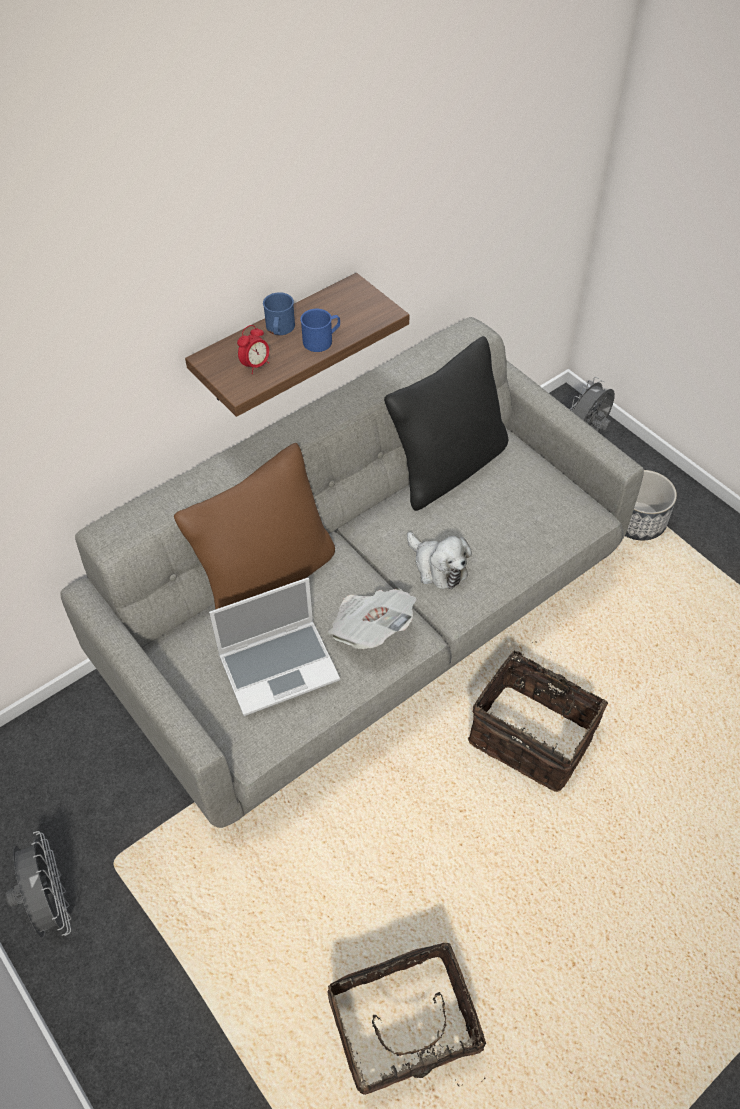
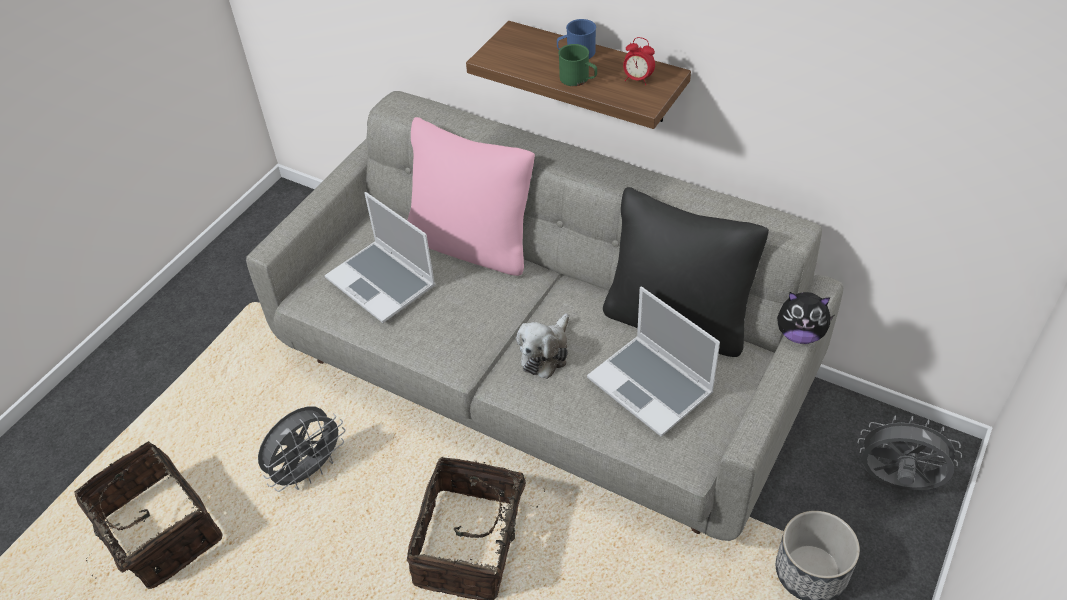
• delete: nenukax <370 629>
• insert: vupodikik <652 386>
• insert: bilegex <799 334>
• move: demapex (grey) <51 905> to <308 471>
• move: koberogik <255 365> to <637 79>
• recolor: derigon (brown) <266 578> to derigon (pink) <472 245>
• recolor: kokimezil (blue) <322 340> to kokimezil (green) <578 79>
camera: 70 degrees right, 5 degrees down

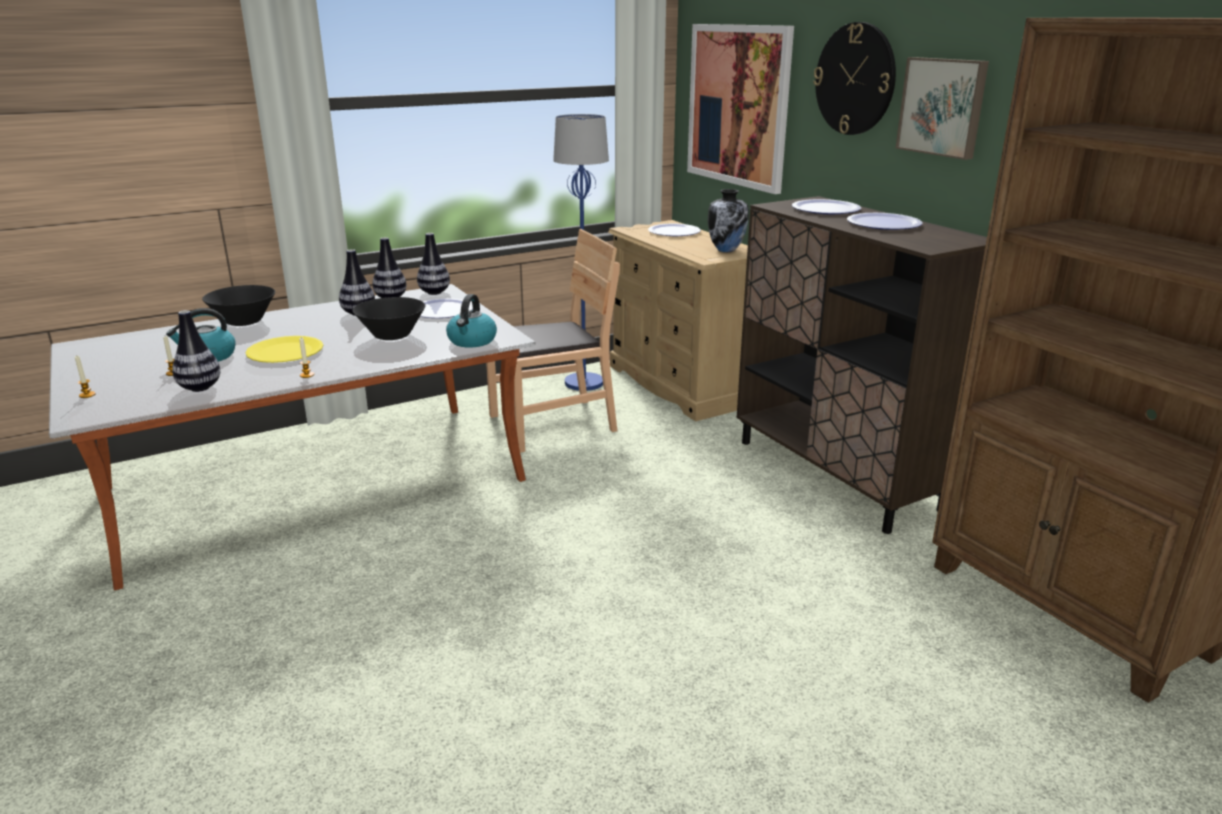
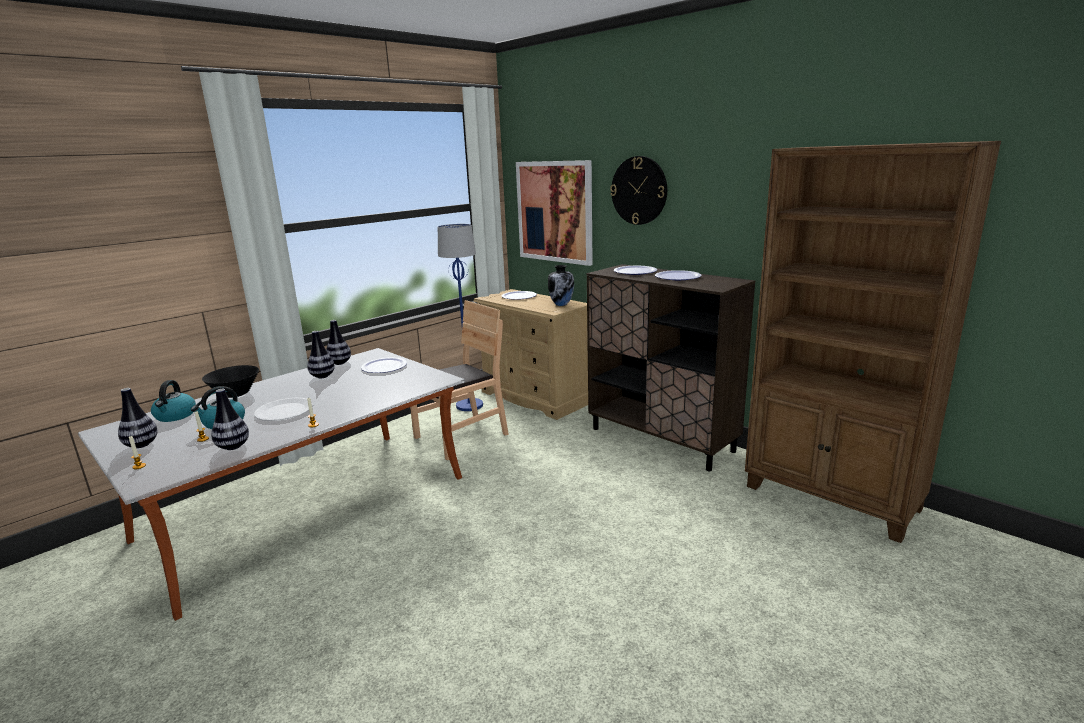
• delete: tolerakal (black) <392 335>
• delete: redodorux <943 107>
• move: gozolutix <434 292> to <141 445>
• move: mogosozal <472 341> to <175 416>
• recolor: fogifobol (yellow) <285 352> to fogifobol (white) <284 411>
camera: 15 degrees left, 5 degrees down

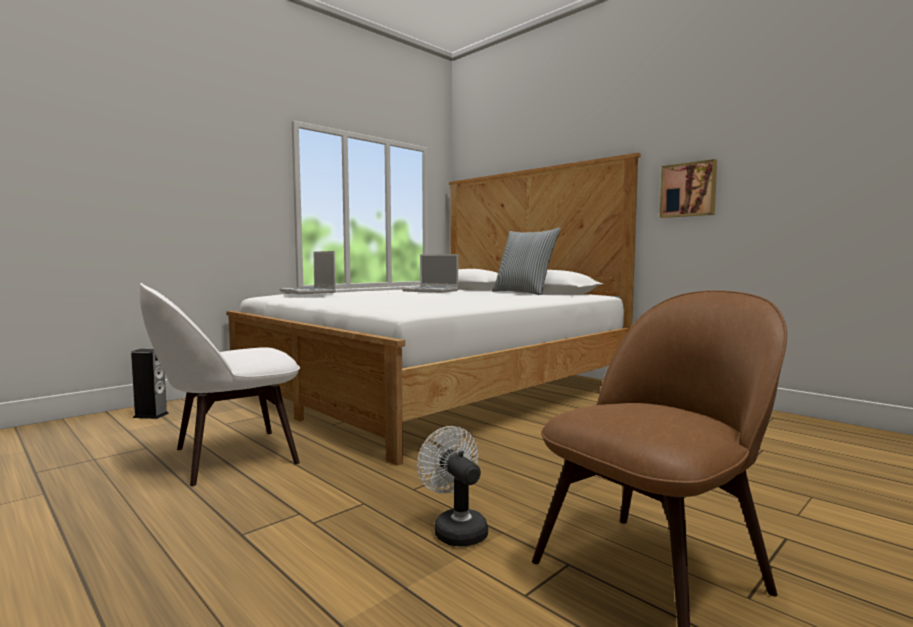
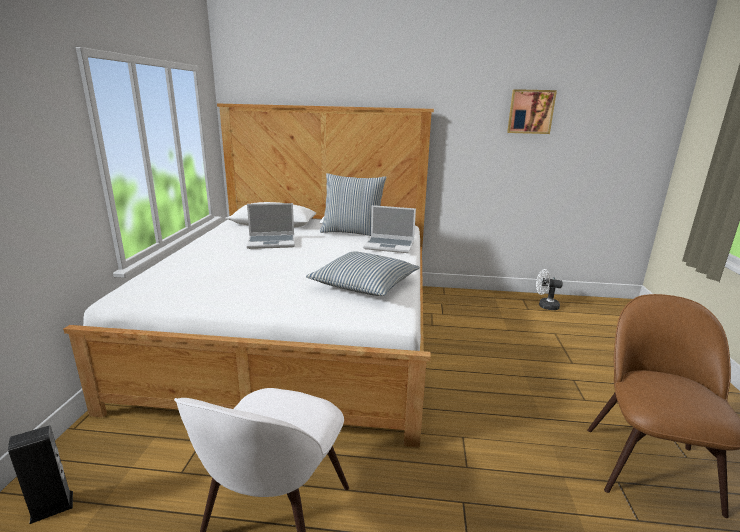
• insert: derigon <364 284>
• move: vupodikik <309 292> to <390 246>
• move: demapex (white) <455 529> to <545 305>
• move: redodorux <688 190> to <530 111>
camera: 40 degrees left, 15 degrees up

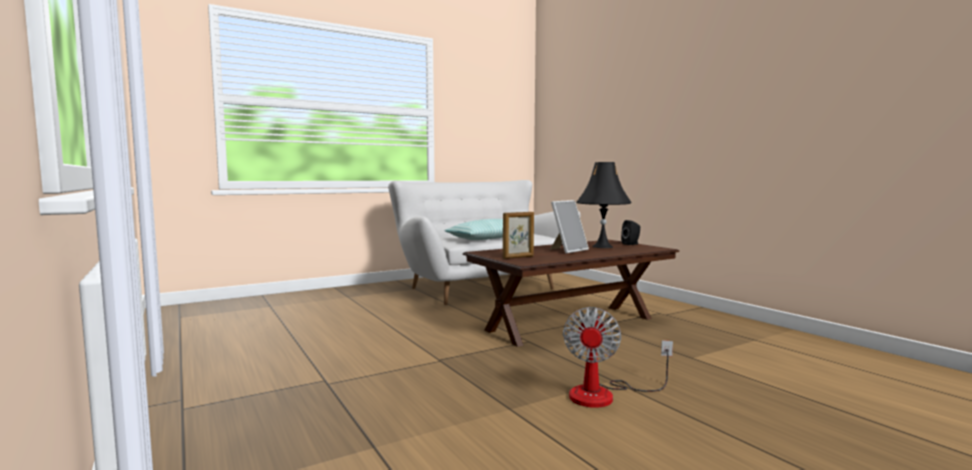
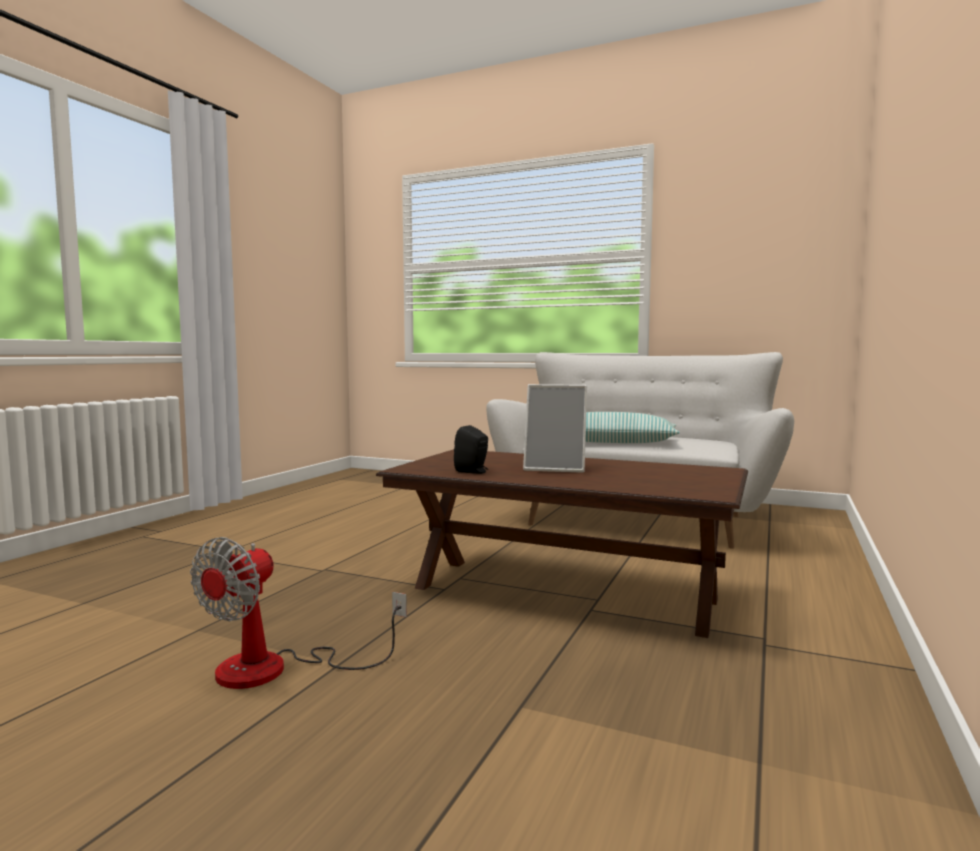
• delete: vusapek <518 257>
• delete: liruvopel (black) <602 246>
• move: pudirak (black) <631 244> to <473 471>
• rotate: demapex <605 395> = <277 669> 45 degrees counterclockwise
camera: 55 degrees right, 0 degrees up

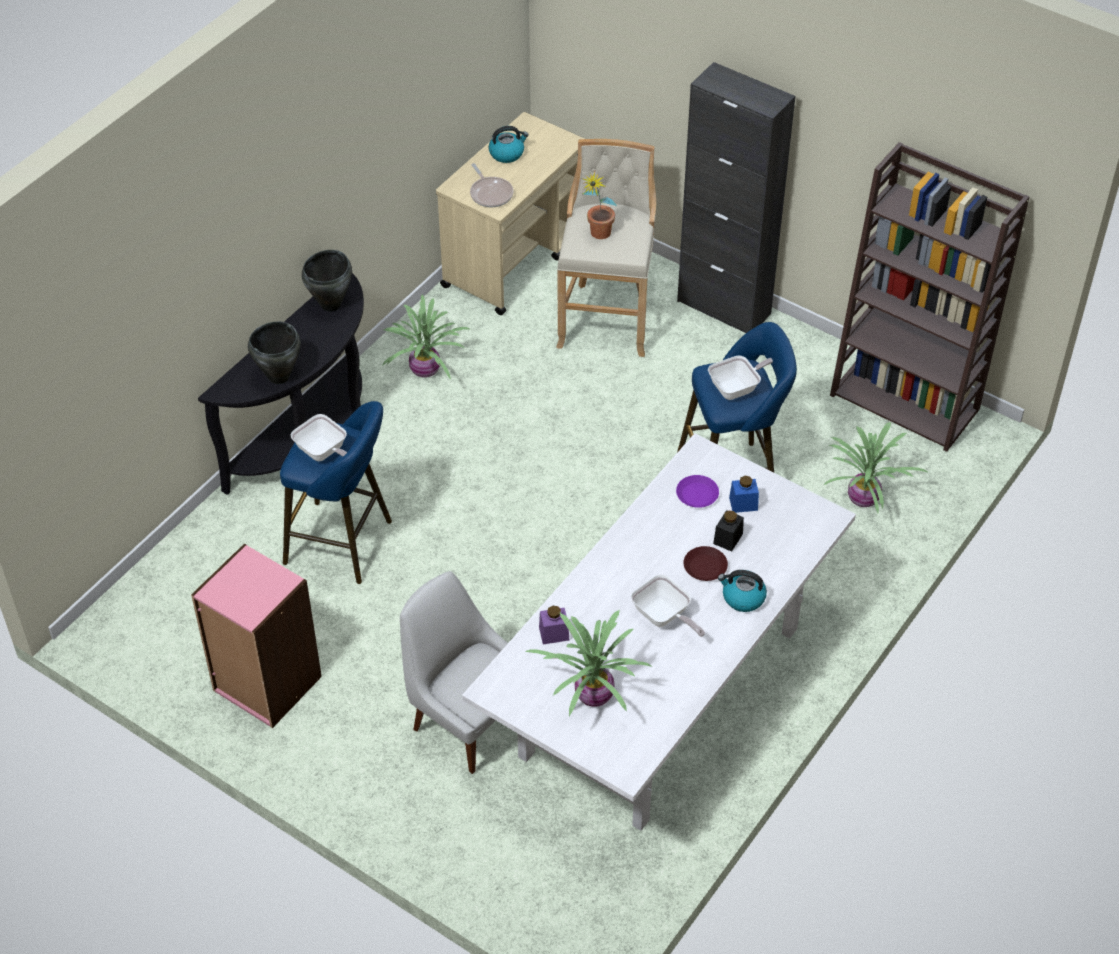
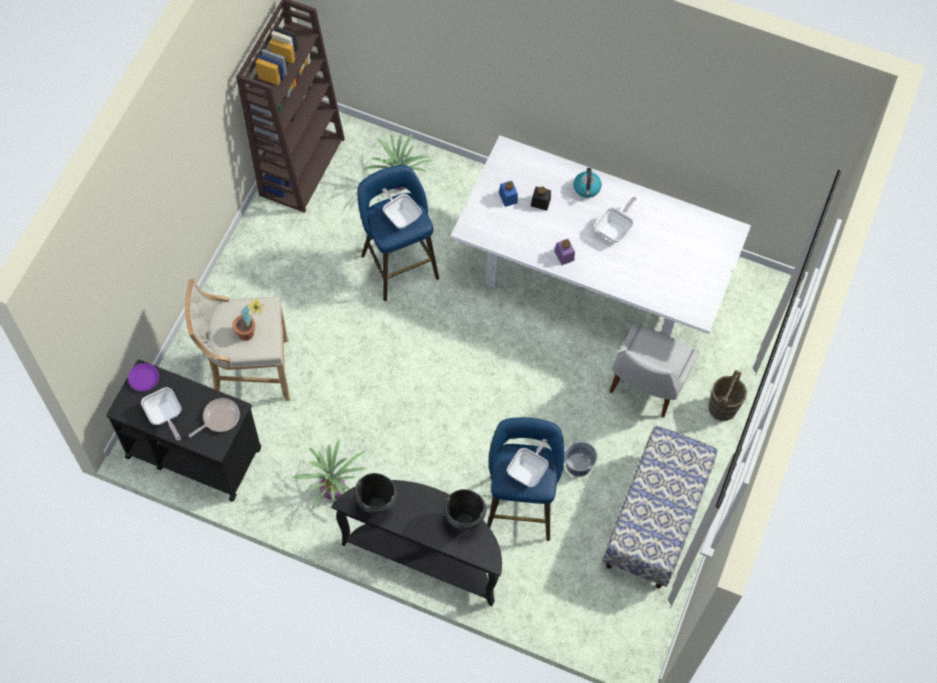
• delete: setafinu <592 694>
• delete: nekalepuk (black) <723 307>
• delete: fogifobol (brown) <704 567>
• insert: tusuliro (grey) <578 465>
• insert: tusuliro (brown) <722 408>
• move: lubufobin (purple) <554 634> to <564 256>
• move: fogifobol (purple) <697 495> to <144 378>
• replace: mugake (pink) <266 684> to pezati <655 520>
• replace: mogosozal <507 153> to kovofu <165 416>
• recolor: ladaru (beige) <514 260> to ladaru (black) <193 452>
camera: 105 degrees left, 15 degrees up

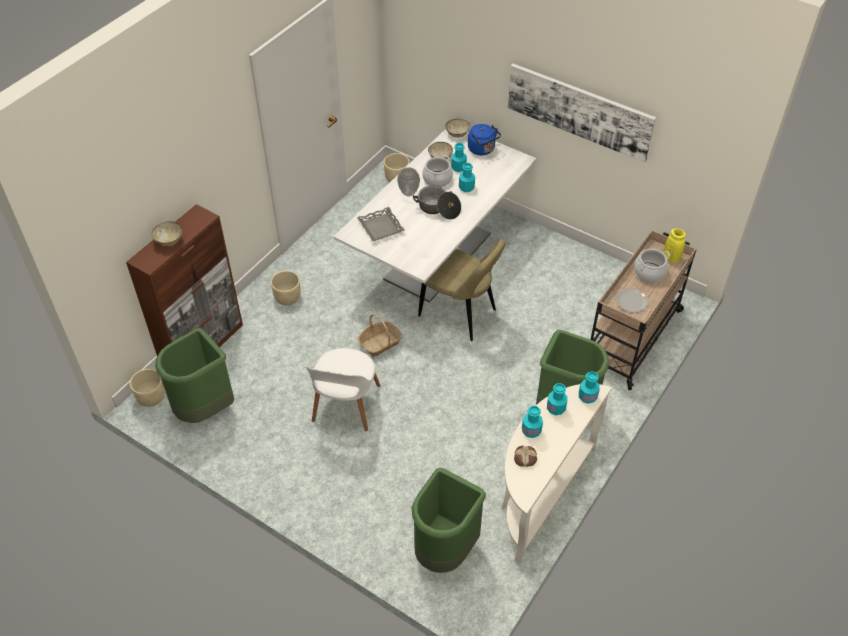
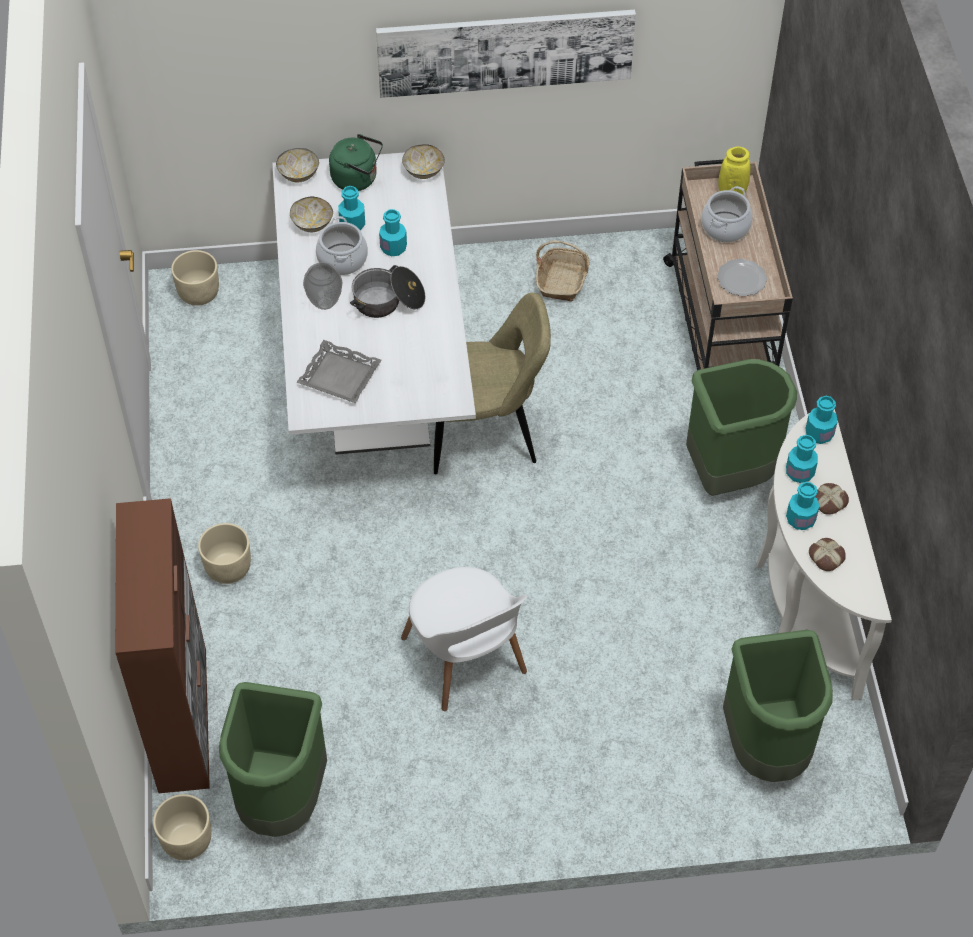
• insert: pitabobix <829 501>
• move: tolerakal <169 241> to <424 172>
• move: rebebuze <380 343> to <562 281>
• recolor: mogosozal (blue) <482 150> to mogosozal (green) <357 179>
camera: 40 degrees left, 5 degrees up

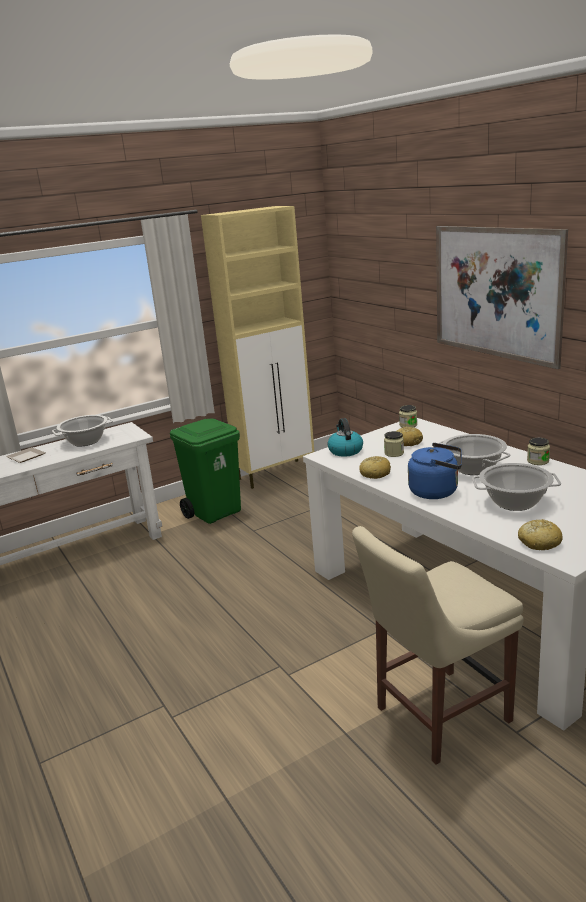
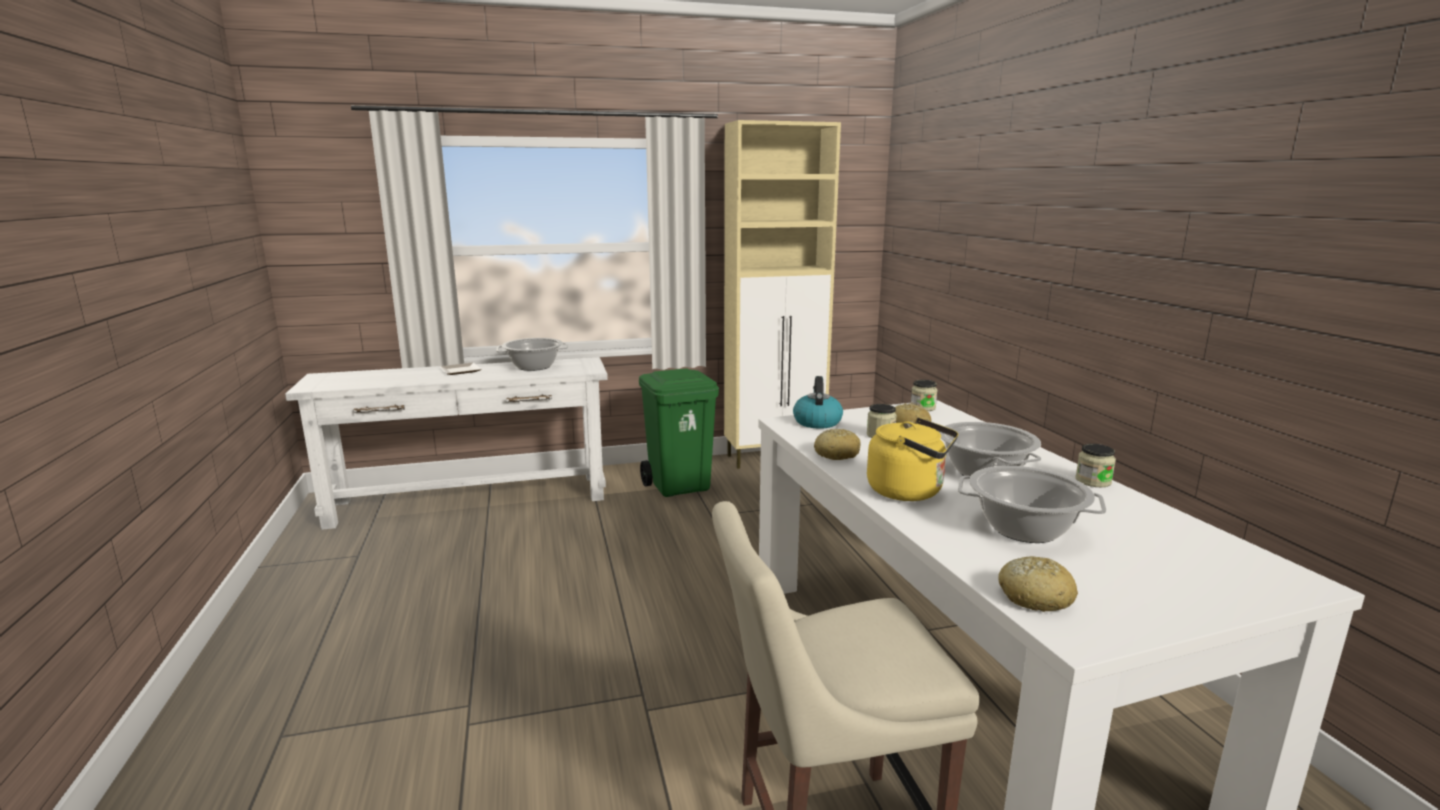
• delete: redodorux <495 292>
• recolor: mogosozal (blue) <437 491> to mogosozal (yellow) <909 491>
camera: 15 degrees right, 5 degrees down

